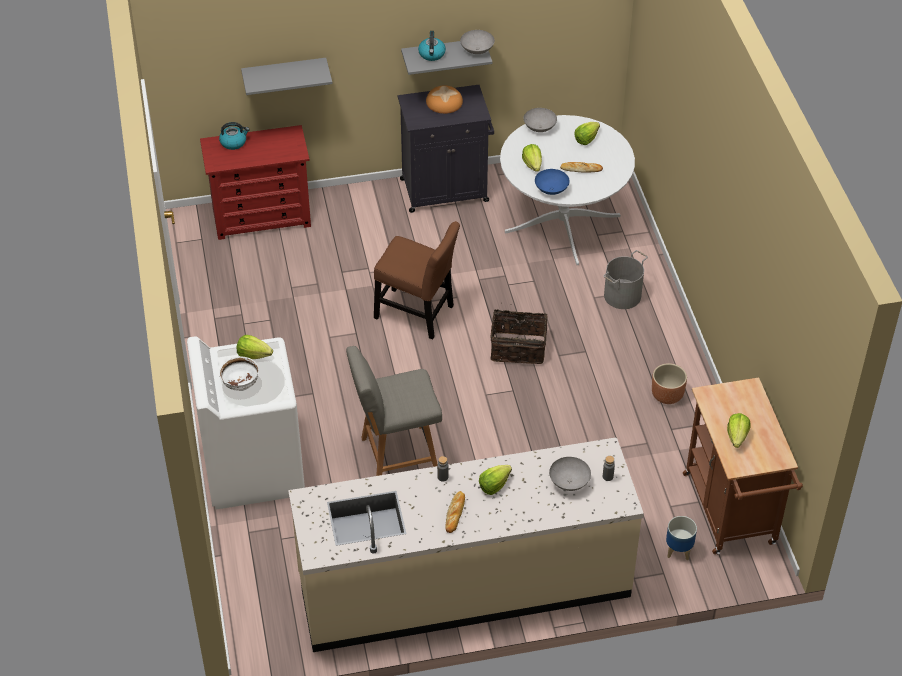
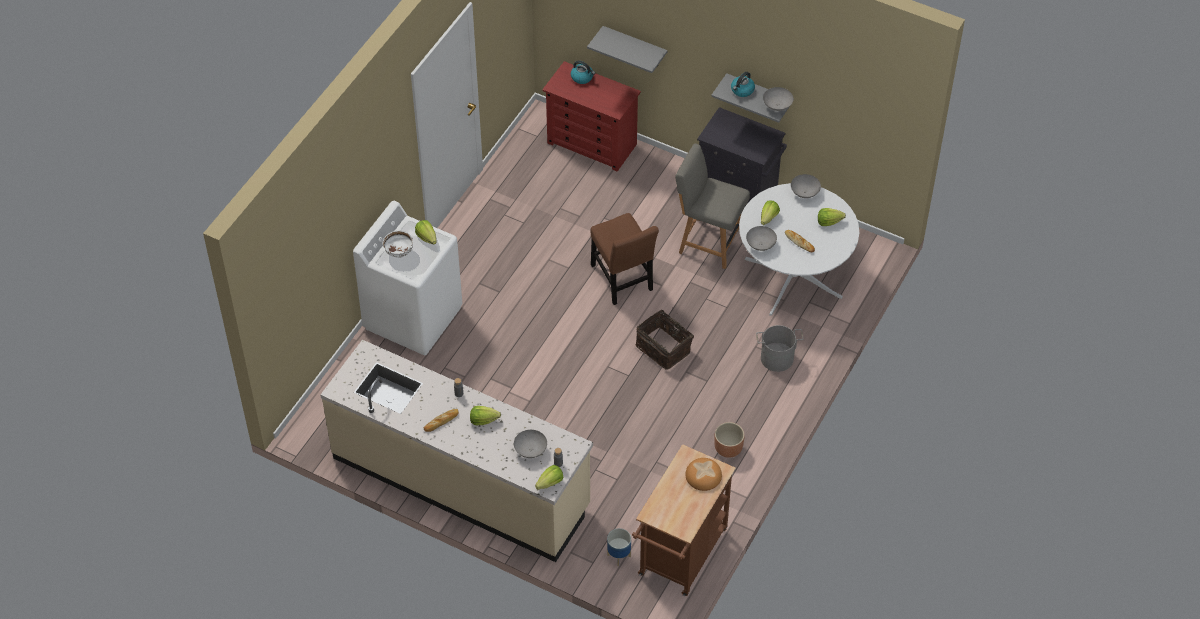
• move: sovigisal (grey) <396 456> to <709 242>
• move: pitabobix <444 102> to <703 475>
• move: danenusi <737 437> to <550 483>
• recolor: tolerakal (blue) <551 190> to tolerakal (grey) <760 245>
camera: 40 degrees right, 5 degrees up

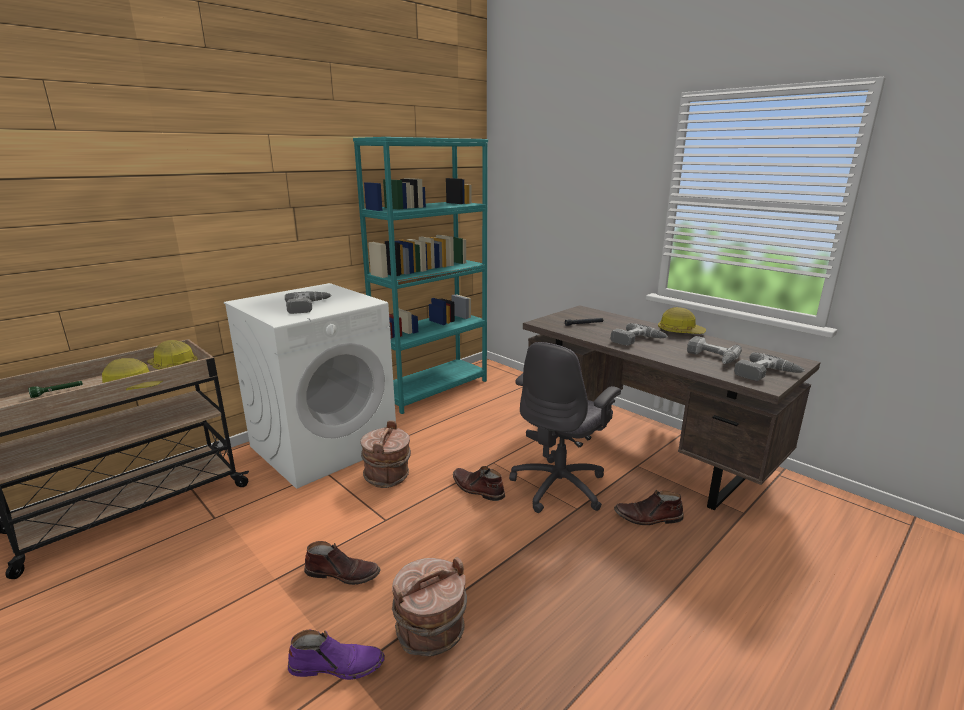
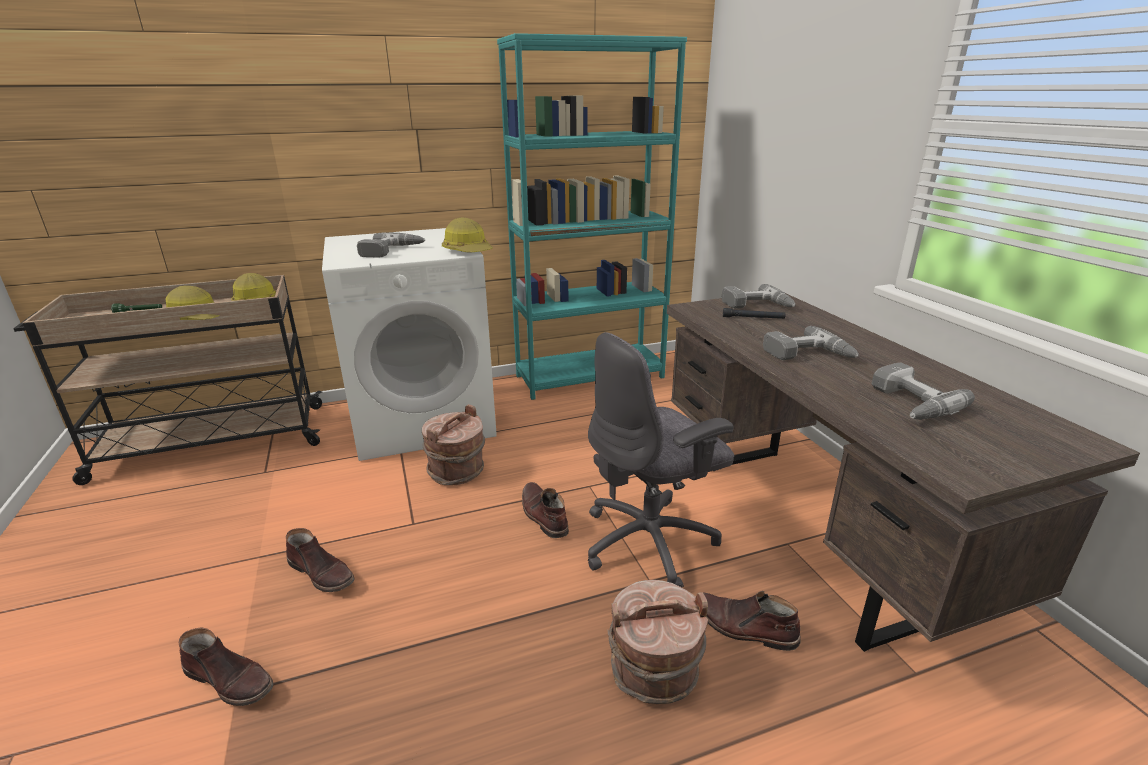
• move: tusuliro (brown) <431 632> to <654 673>
• move: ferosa <680 332> to <468 251>
• move: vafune <766 374> to <757 306>
• recolor: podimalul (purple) <337 665> to podimalul (brown) <231 680>
camera: 25 degrees right, 5 degrees up

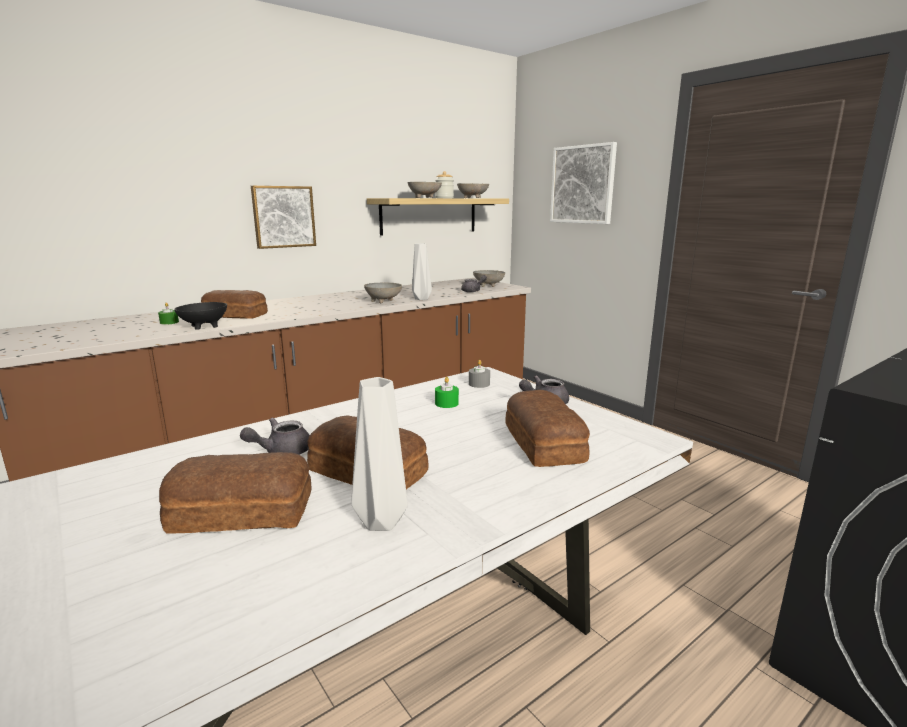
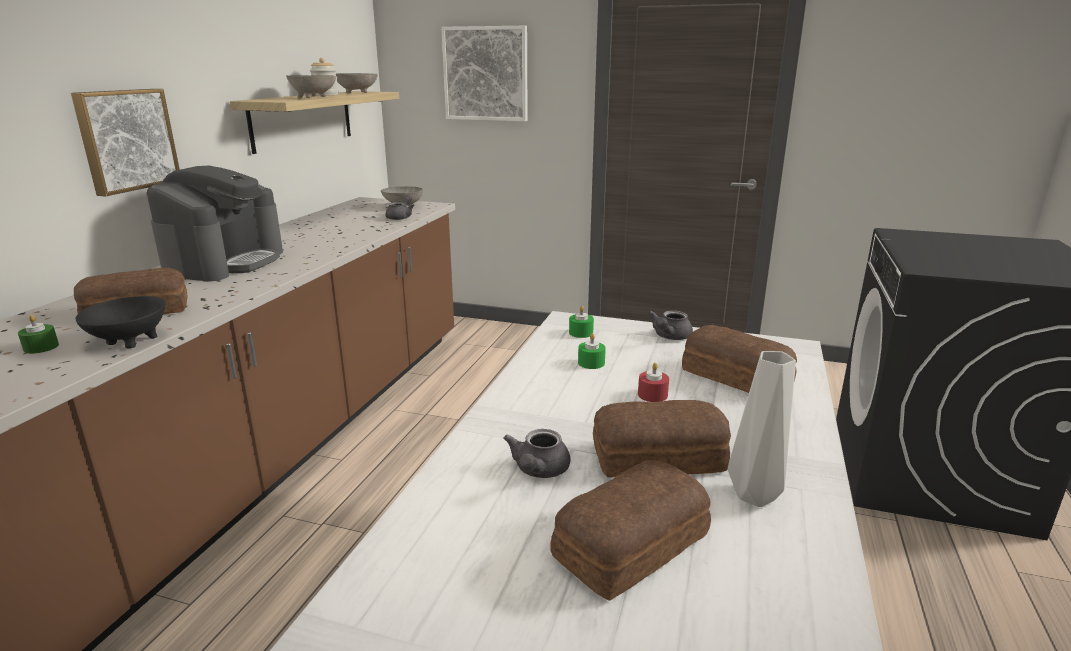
• delete: tolerakal (grey) <383 301>
• delete: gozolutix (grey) <421 299>
• insert: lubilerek <225 262>
• insert: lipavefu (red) <652 395>
• recolor: lipavefu (grey) <479 384> to lipavefu (green) <581 333>
camera: 35 degrees left, 5 degrees up

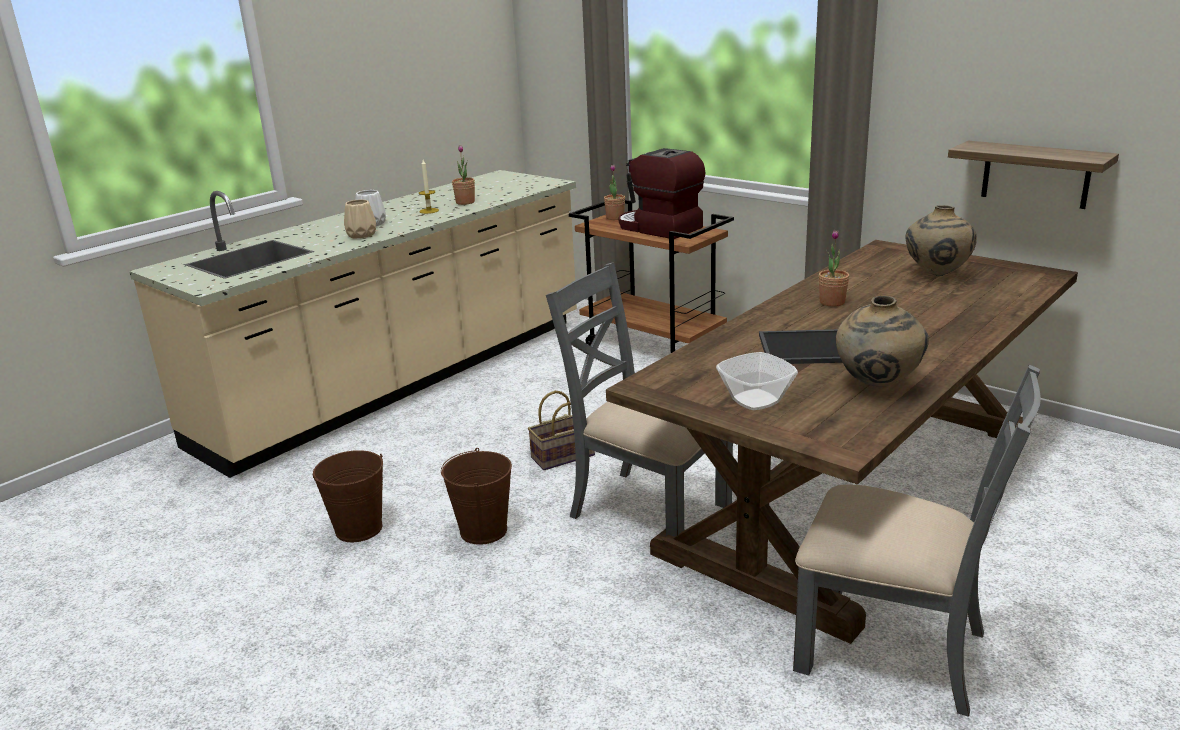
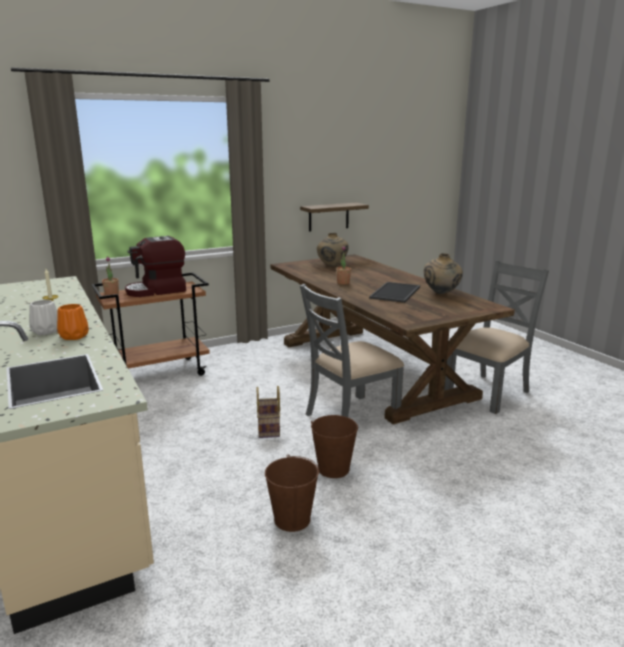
• delete: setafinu <465 202>
• delete: tolerakal <755 400>
• recolor: gozolutix (beige) <361 235> to gozolutix (orange) <75 336>
camera: 70 degrees left, 5 degrees down

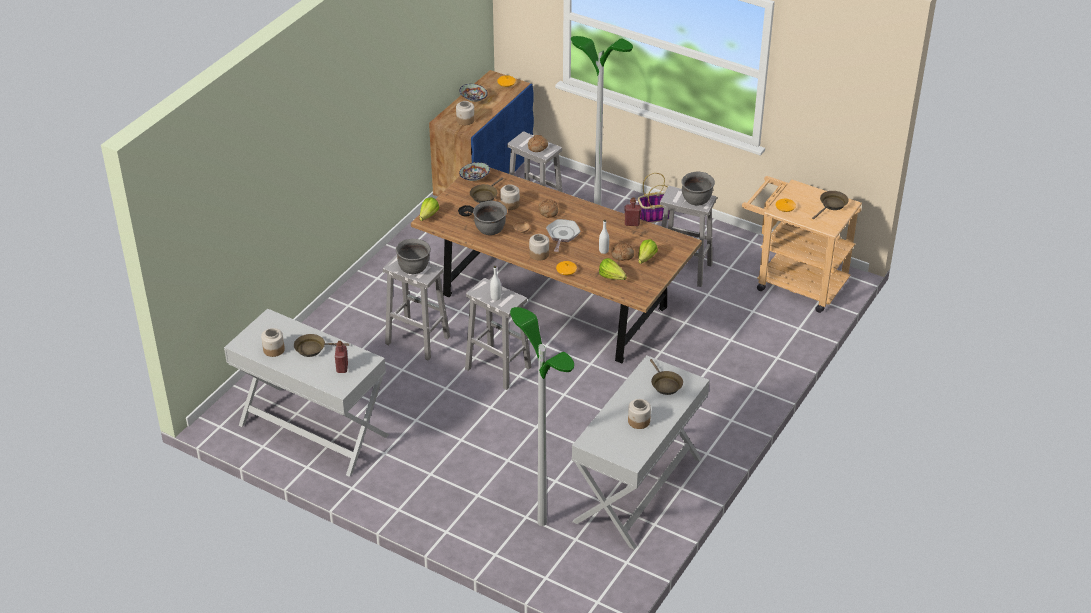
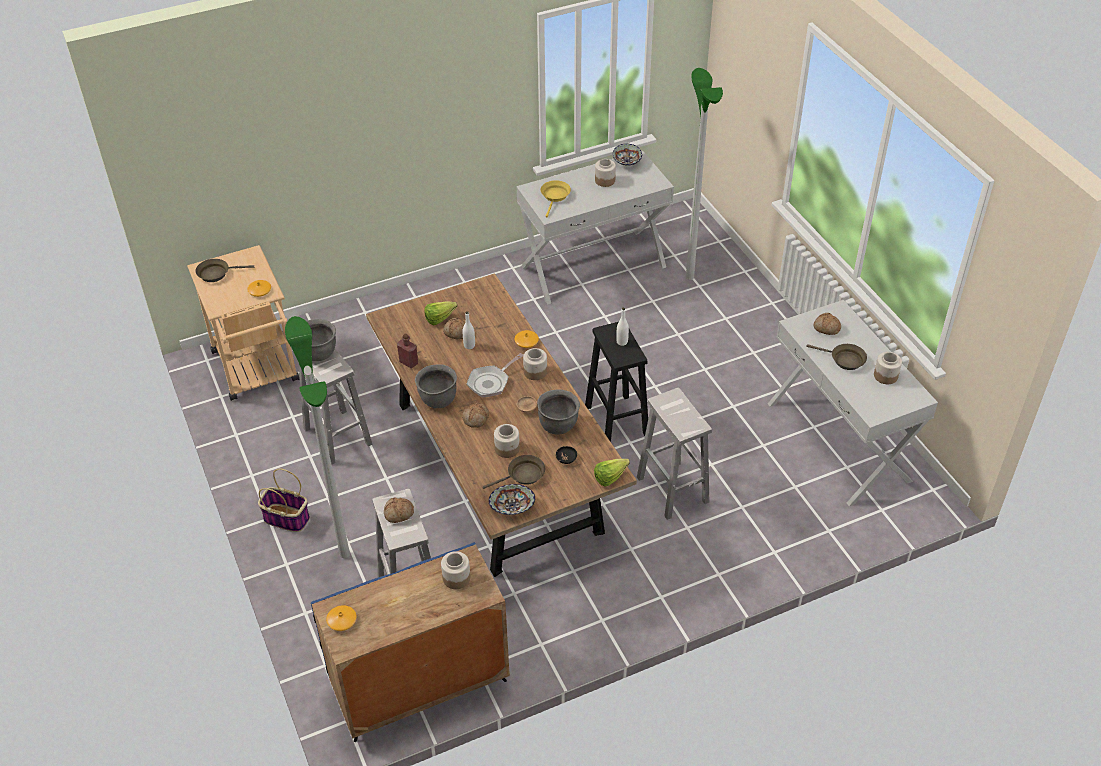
• delete: danenusi <613 278>
• move: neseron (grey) <414 268> to <438 400>
• move: tolerakal <473 99> to <627 162>
• replace: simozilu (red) <342 368> to pitabobix <826 328>
• recolor: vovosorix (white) <497 367> to vovosorix (black) <617 421>
• recolor: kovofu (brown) <665 384> to kovofu (yellow) <555 196>
camera: 145 degrees left, 5 degrees up

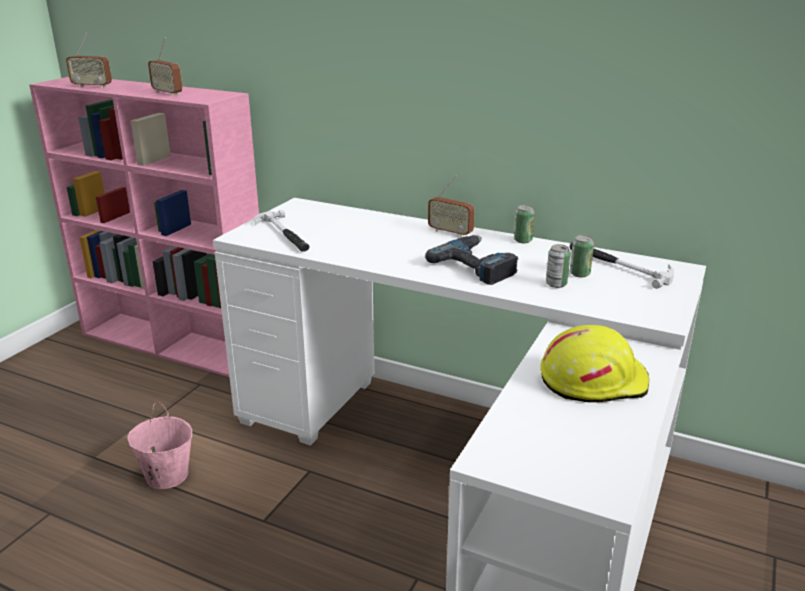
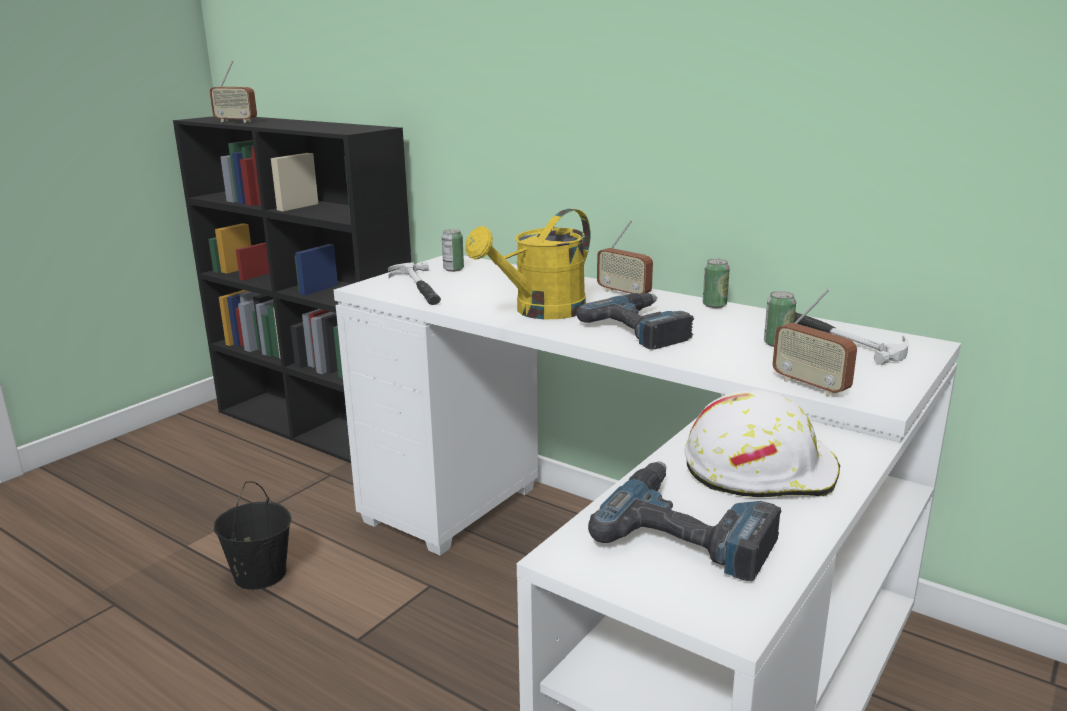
• insert: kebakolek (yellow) <541 312>
• insert: vafune <689 530>
• move: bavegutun <167 93> to <810 386>
• move: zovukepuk <556 284> to <453 269>
• recolor: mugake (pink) <176 344> to mugake (black) <318 429>
• recolor: tusuliro (pink) <166 476> to tusuliro (black) <259 574>
• recolor: ferosa (yellow) <592 380> to ferosa (white) <759 470>
camera: 10 degrees right, 5 degrees down

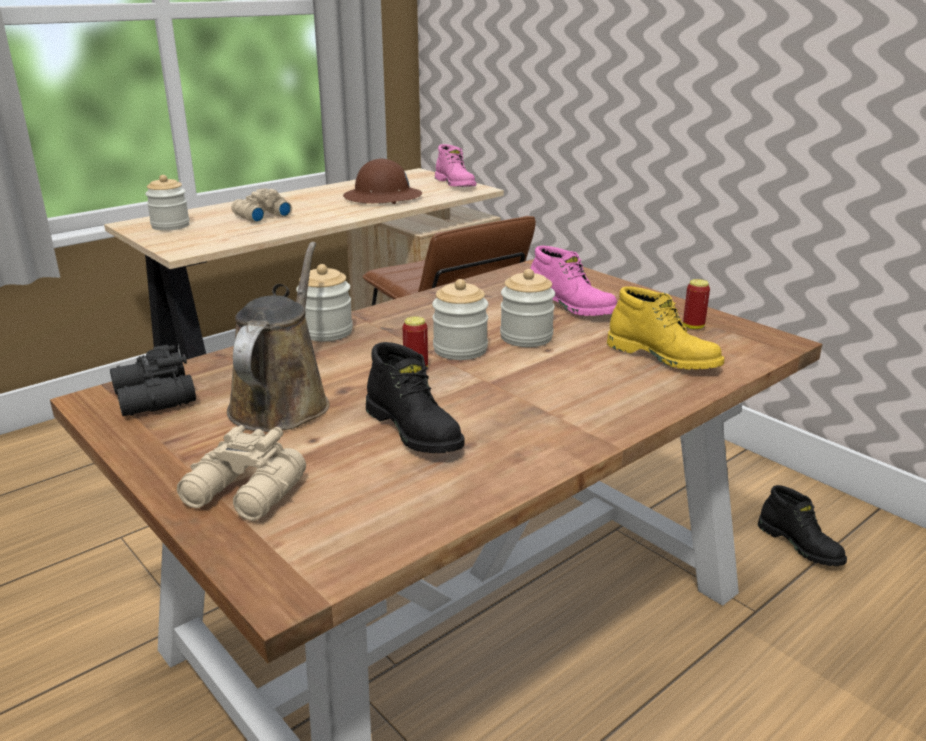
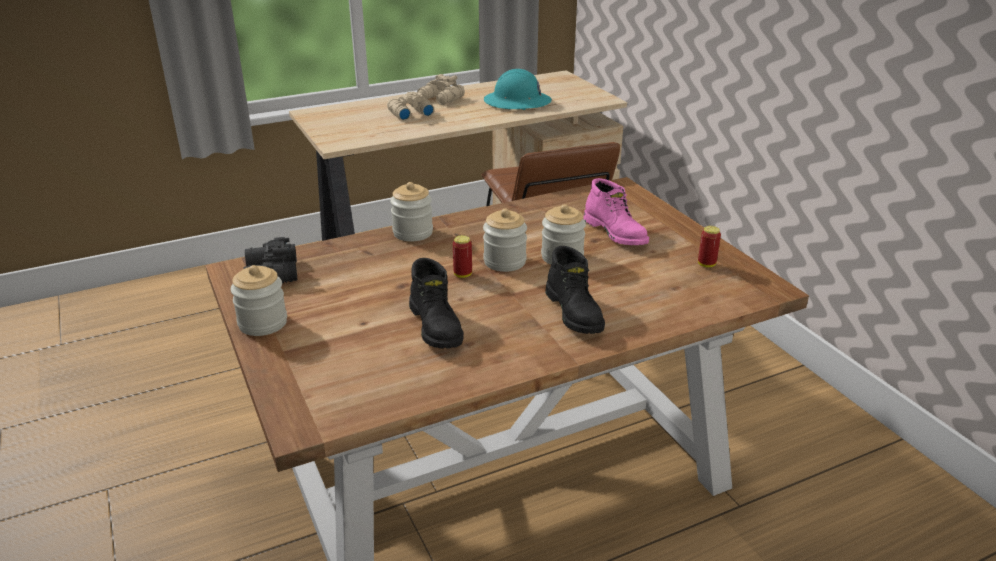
• delete: kebakolek (brown) <282 402>
• delete: podimalul (pink) <456 184>
• delete: podimalul (yellow) <664 357>
• move: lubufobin <170 226> to <263 323>
• move: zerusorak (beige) <245 494> to <441 99>
• move: podimalul (black) <801 545> to <575 312>
• recolor: ferosa (brown) <383 197> to ferosa (turquoise) <517 102>
camera: 15 degrees right, 5 degrees up

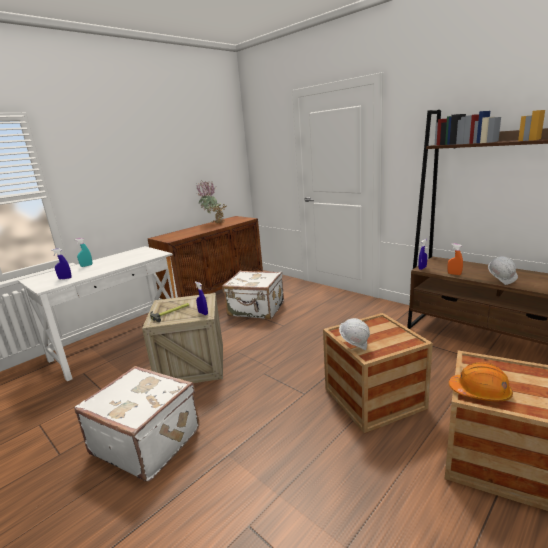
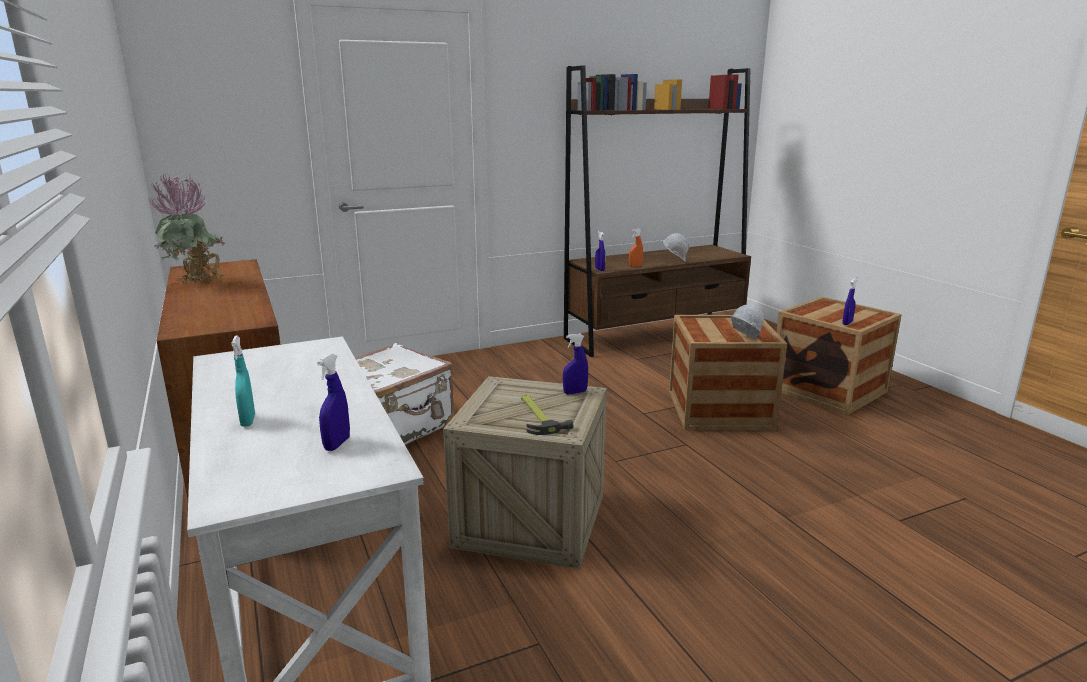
• delete: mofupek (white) <147 440>
• replace: ferosa (orange) <480 392> to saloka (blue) <847 323>
camera: 70 degrees left, 0 degrees up

